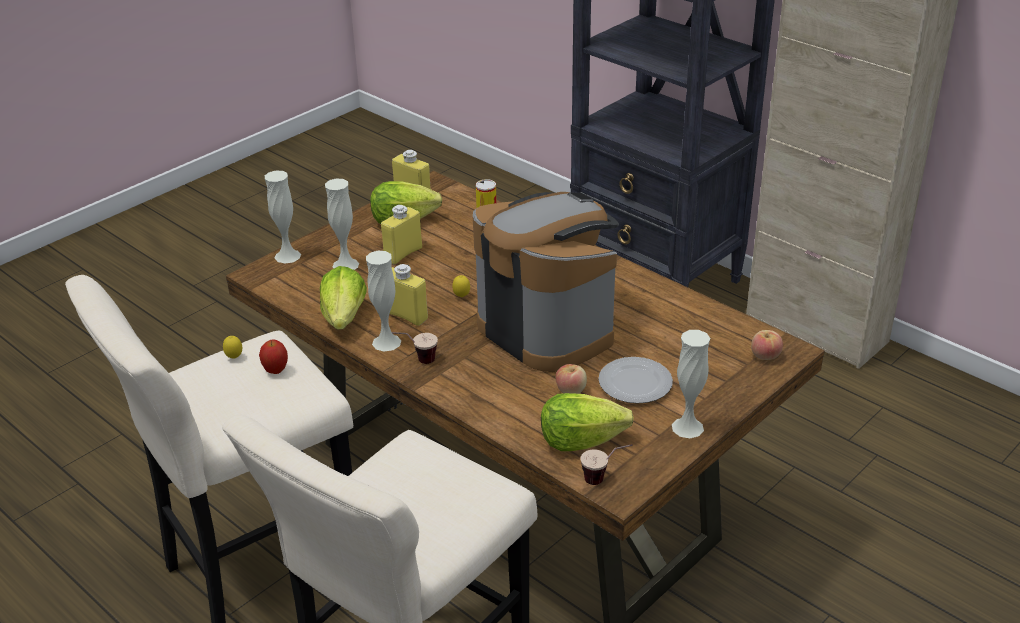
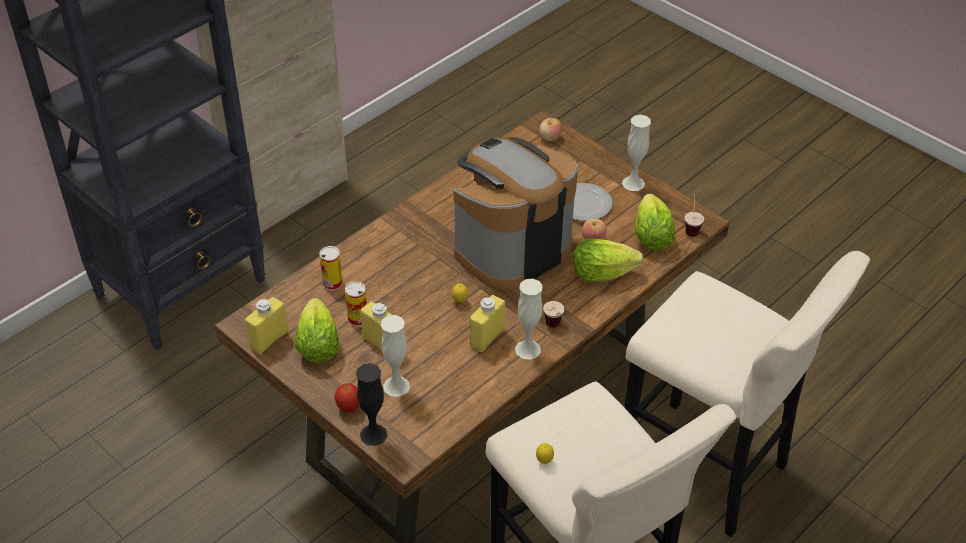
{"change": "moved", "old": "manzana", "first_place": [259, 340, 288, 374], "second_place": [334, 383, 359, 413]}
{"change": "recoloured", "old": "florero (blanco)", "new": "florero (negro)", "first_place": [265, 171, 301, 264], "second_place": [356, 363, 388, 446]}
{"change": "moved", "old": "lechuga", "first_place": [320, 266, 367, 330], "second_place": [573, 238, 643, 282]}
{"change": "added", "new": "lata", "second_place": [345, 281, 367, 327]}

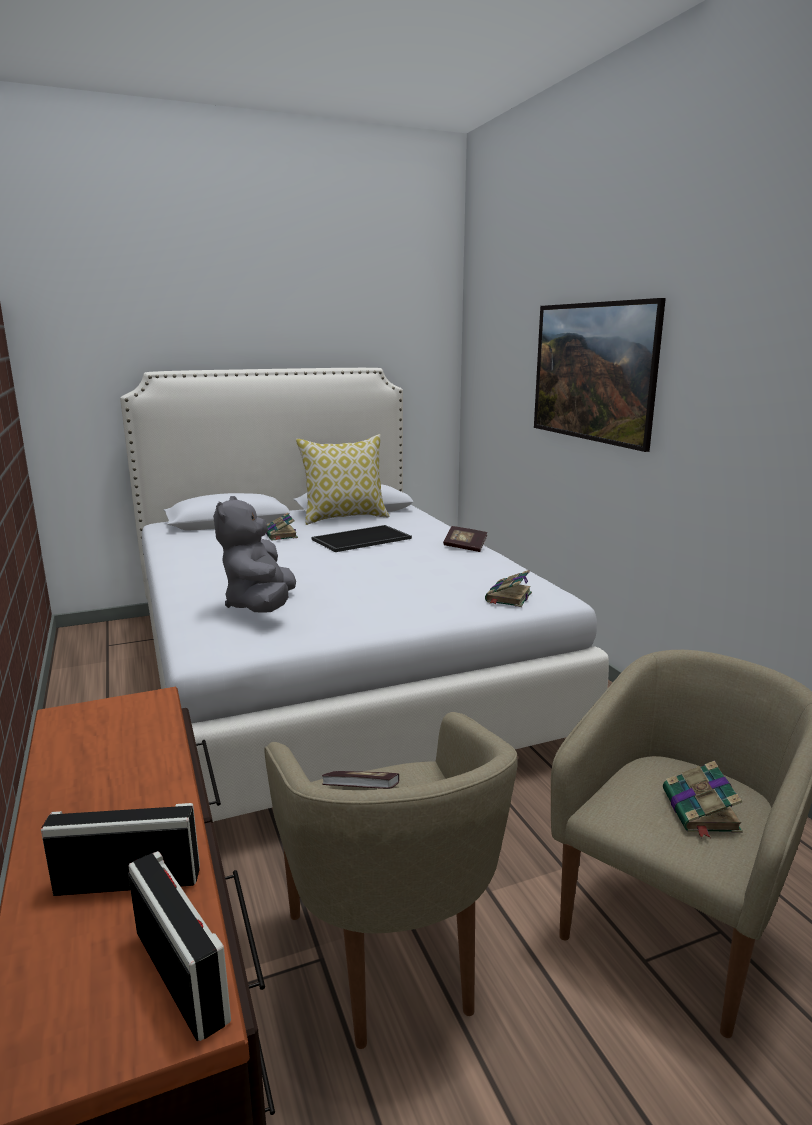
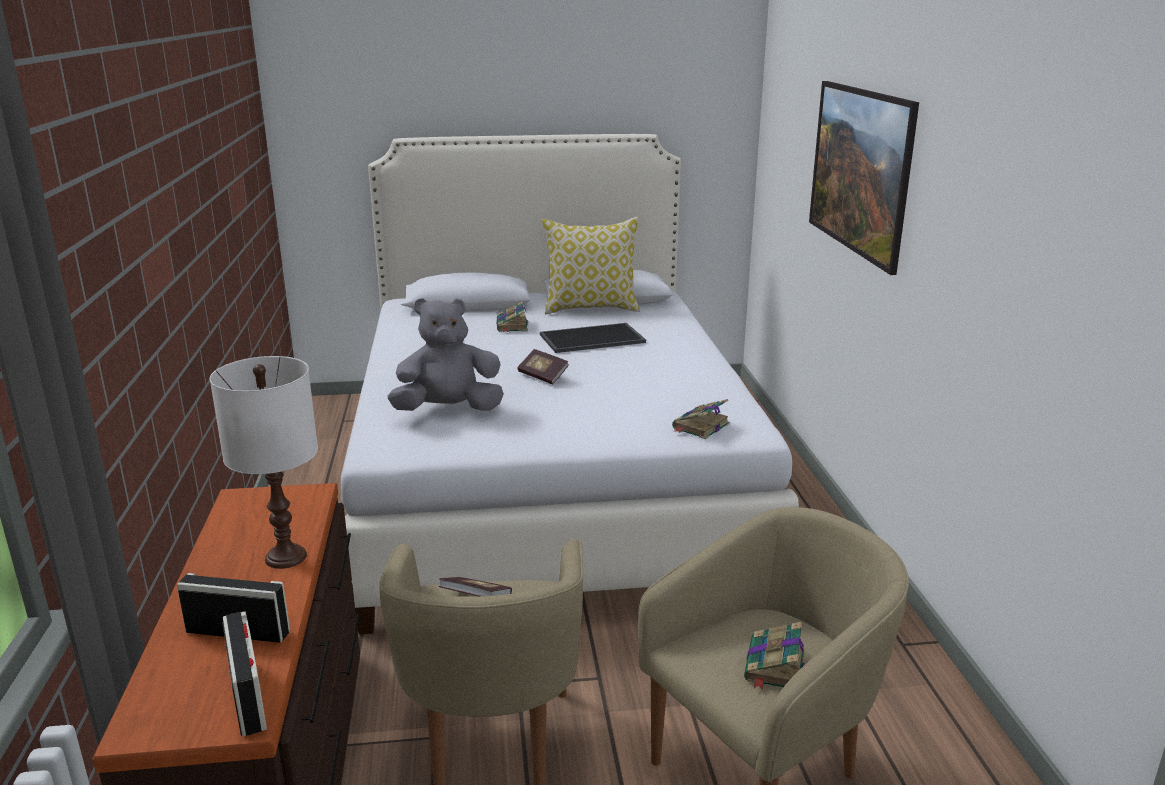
{"change": "turned", "old": "peluche (gris)", "first_place": [213, 496, 296, 613], "second_place": [388, 298, 504, 411], "degrees": 60}
{"change": "moved", "old": "libro", "first_place": [443, 526, 487, 552], "second_place": [517, 349, 569, 384]}
{"change": "added", "new": "lámpara de mesa (blanco)", "second_place": [210, 356, 318, 569]}

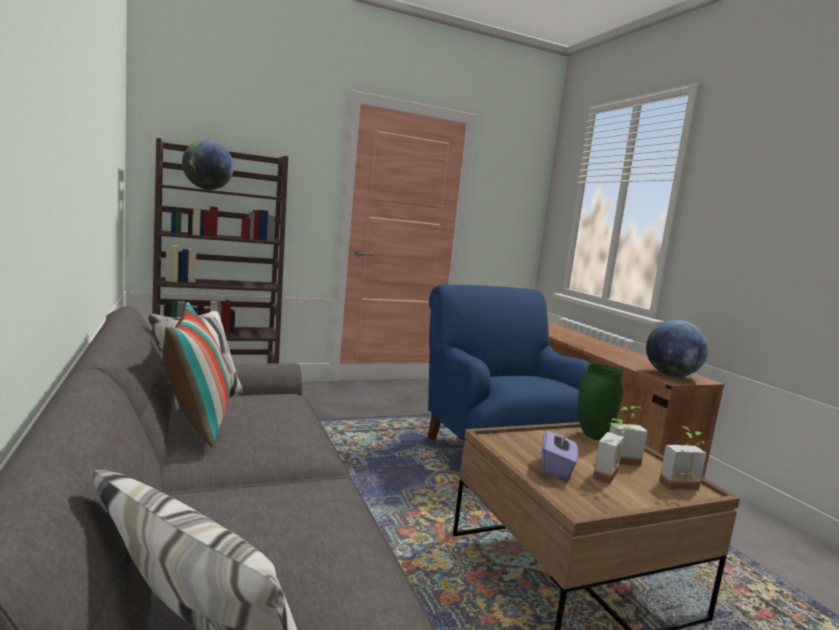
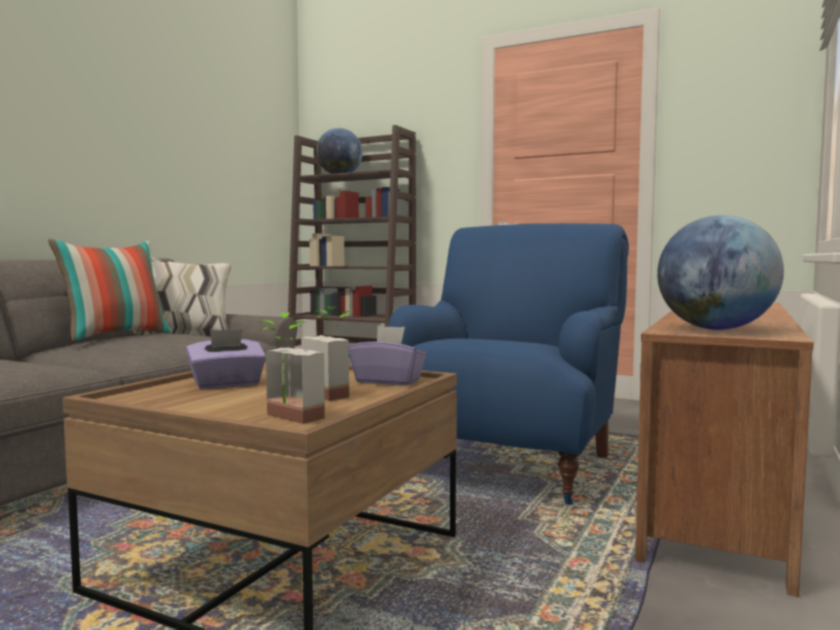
{"change": "replaced", "old": "florero (verde)", "new": "caja de pañuelos (morado)", "first_place": [578, 364, 624, 440], "second_place": [349, 326, 427, 386]}
{"change": "removed", "old": "planta en maceta", "first_place": [593, 419, 637, 484]}

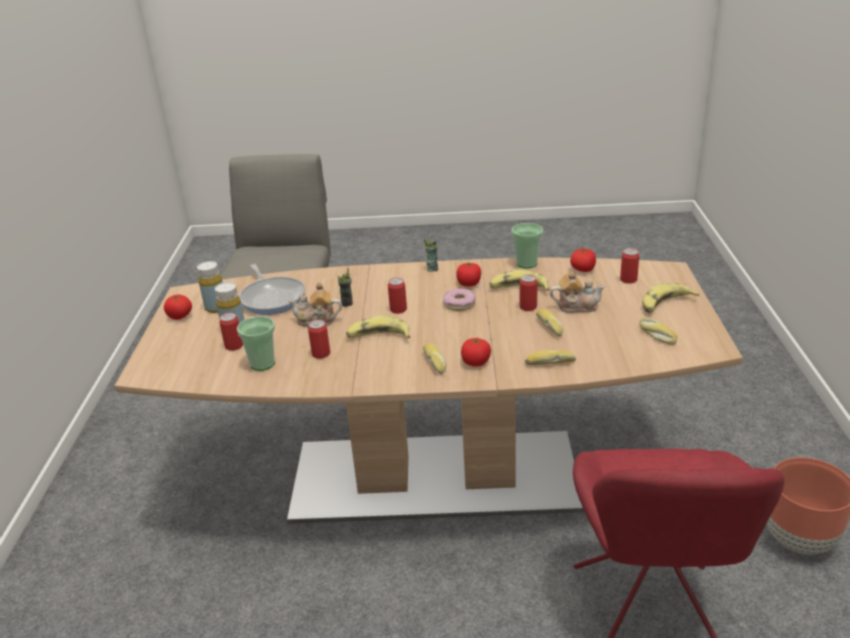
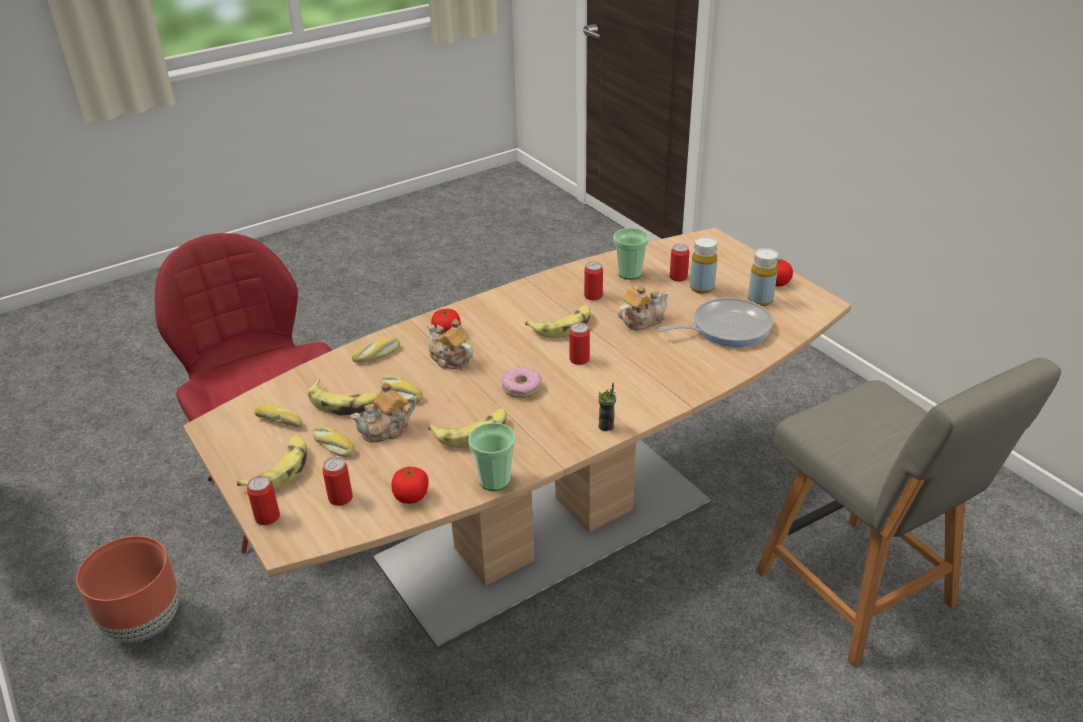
{"change": "turned", "old": "sartén", "first_place": [239, 264, 305, 315], "second_place": [658, 298, 773, 347], "degrees": 135}
{"change": "removed", "old": "taza", "first_place": [338, 268, 353, 307]}
{"change": "moved", "old": "pan", "first_place": [423, 343, 446, 374], "second_place": [313, 425, 355, 457]}
{"change": "removed", "old": "tomate", "first_place": [456, 262, 481, 287]}
{"change": "moved", "old": "lata", "first_place": [520, 274, 537, 311], "second_place": [247, 475, 280, 525]}
{"change": "added", "new": "plátano", "second_place": [308, 379, 378, 416]}
{"change": "added", "new": "tetera", "second_place": [427, 319, 473, 369]}

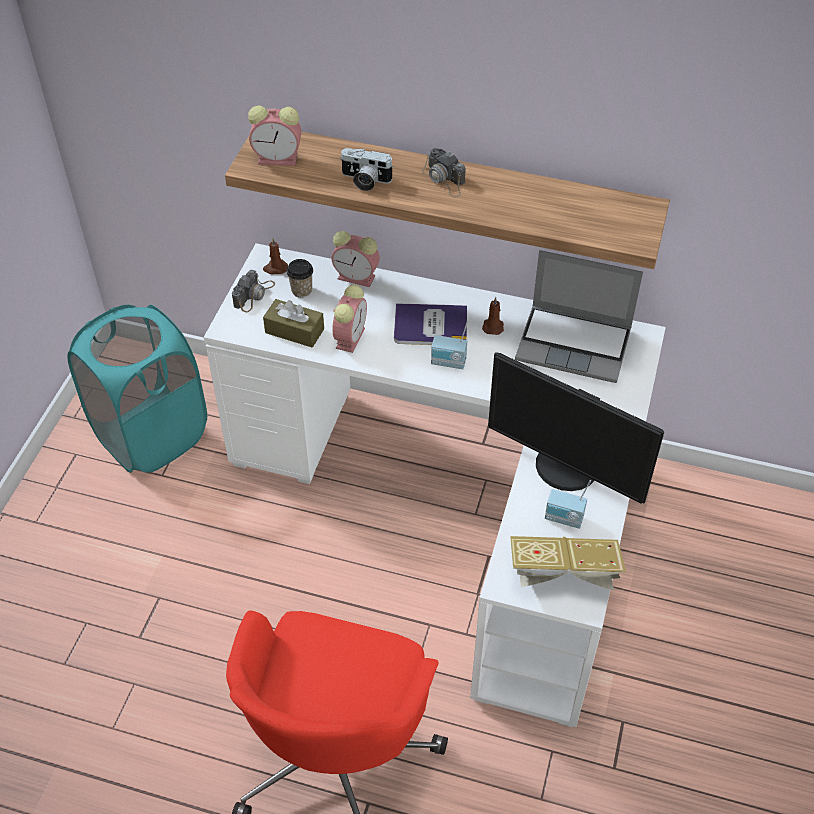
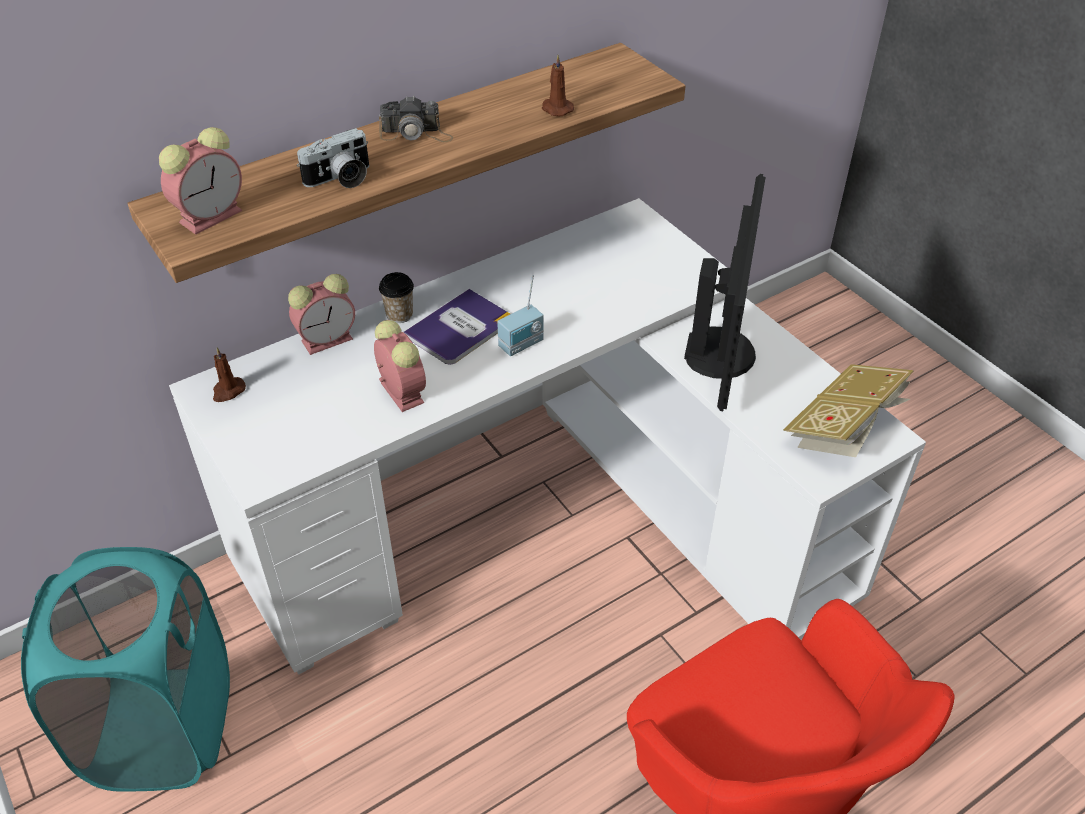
{"change": "removed", "old": "cámara", "first_place": [232, 270, 275, 312]}
{"change": "removed", "old": "caja de pañuelos (marrón)", "first_place": [263, 299, 324, 348]}
{"change": "moved", "old": "taza", "first_place": [287, 259, 313, 298], "second_place": [379, 272, 414, 323]}
{"change": "moved", "old": "vela (marrón)", "first_place": [482, 297, 504, 335], "second_place": [542, 55, 574, 116]}
{"change": "turned", "old": "monitor", "first_place": [488, 352, 664, 504], "second_place": [684, 174, 766, 411], "degrees": -60}
{"change": "removed", "old": "portátil", "first_place": [515, 250, 643, 383]}
{"change": "removed", "old": "radio", "first_place": [545, 480, 591, 529]}

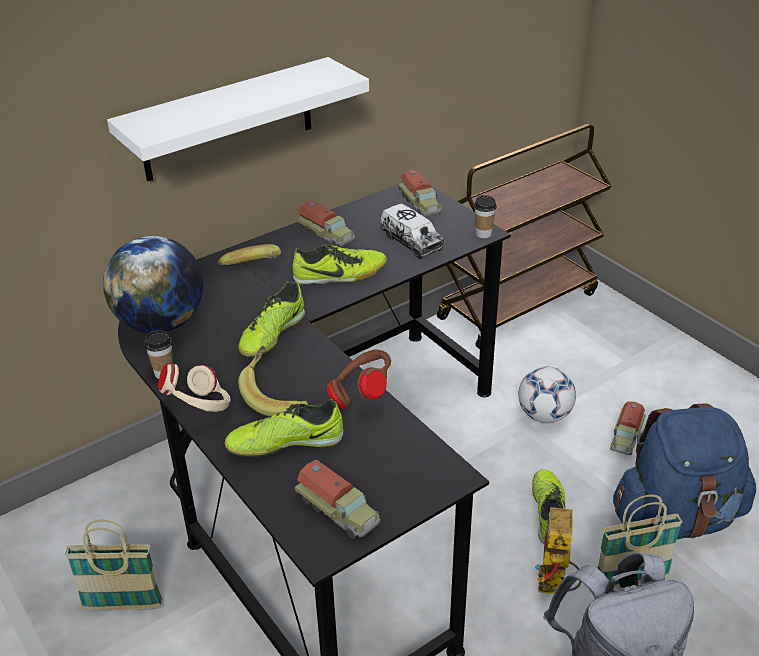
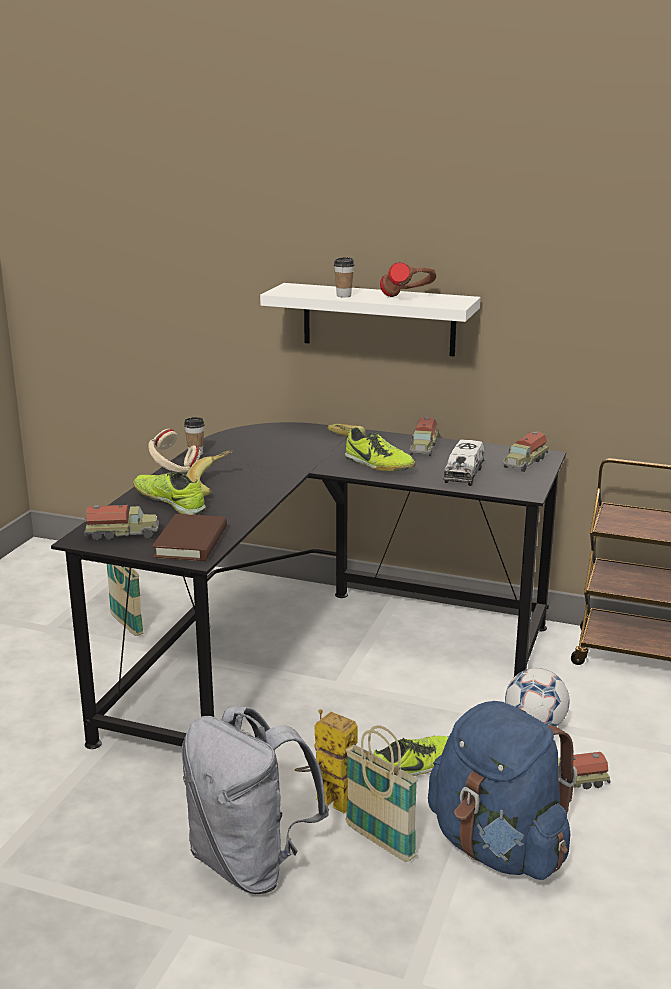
{"change": "removed", "old": "globo terráqueo", "first_place": [103, 236, 203, 333]}
{"change": "removed", "old": "zapato", "first_place": [238, 281, 305, 357]}
{"change": "turned", "old": "camión de juguete", "first_place": [295, 459, 380, 539], "second_place": [84, 505, 159, 540], "degrees": -105}
{"change": "moved", "old": "auriculares (marrón)", "first_place": [326, 349, 391, 409], "second_place": [380, 262, 436, 297]}
{"change": "moved", "old": "taza", "first_place": [474, 195, 497, 238], "second_place": [334, 257, 354, 297]}
{"change": "turned", "old": "robot de juguete", "first_place": [535, 507, 581, 594], "second_place": [295, 709, 358, 814], "degrees": 60}
{"change": "added", "new": "libro (marrón)", "second_place": [152, 514, 227, 561]}

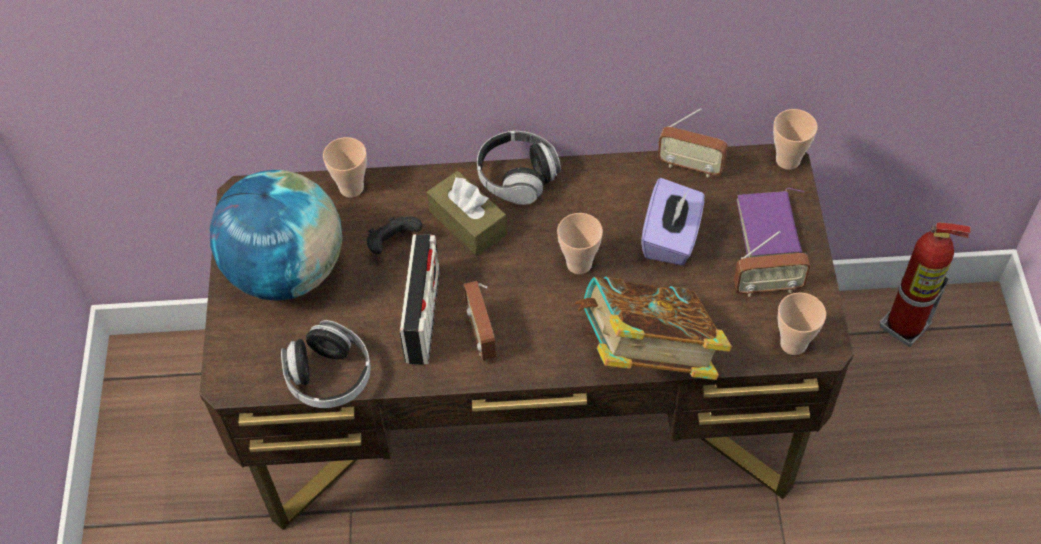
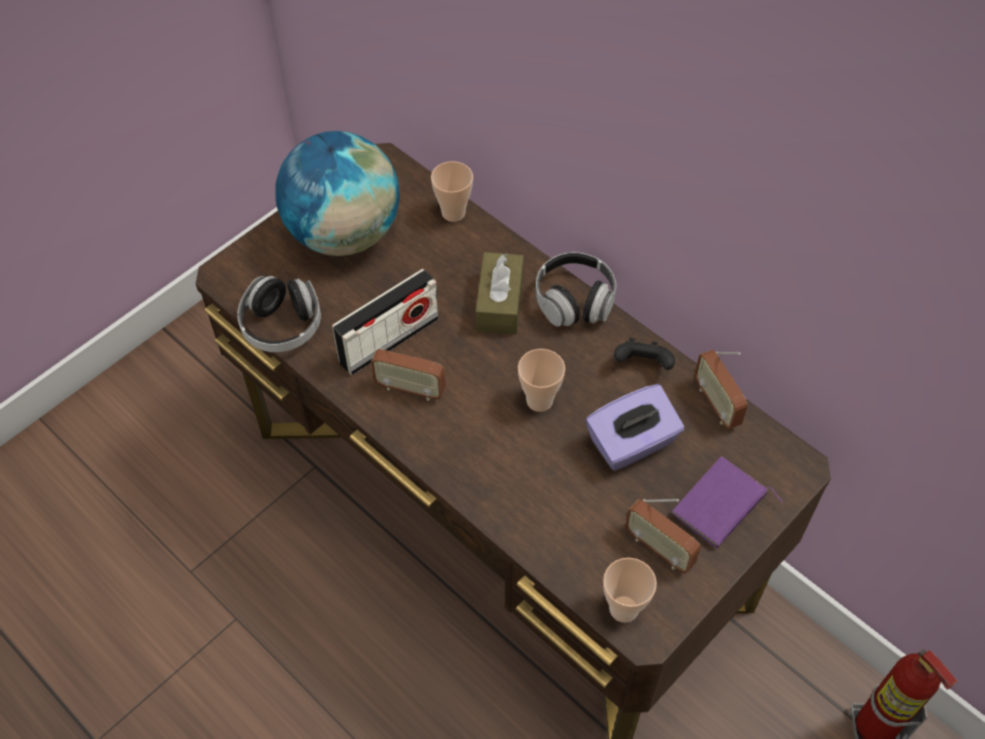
{"change": "moved", "old": "mando de consola (negro)", "first_place": [367, 217, 422, 254], "second_place": [614, 338, 675, 370]}
{"change": "turned", "old": "radio", "first_place": [464, 281, 496, 361], "second_place": [371, 332, 445, 401], "degrees": -105}
{"change": "removed", "old": "libro", "first_place": [575, 276, 732, 380]}
{"change": "removed", "old": "taza", "first_place": [773, 109, 817, 170]}

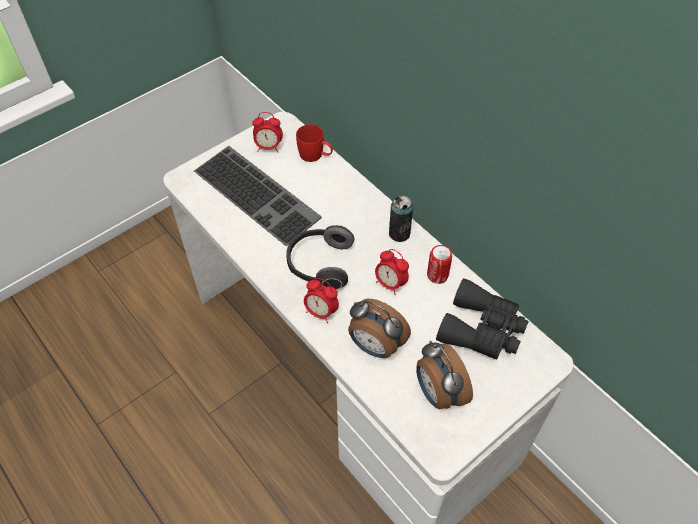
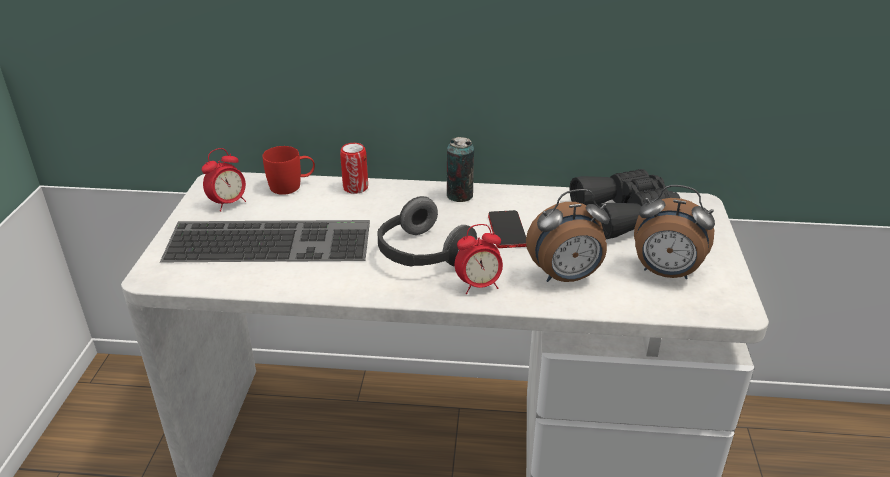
{"change": "replaced", "old": "despertador", "new": "móvil", "first_place": [375, 249, 409, 295], "second_place": [488, 210, 526, 248]}
{"change": "moved", "old": "lata", "first_place": [427, 245, 452, 284], "second_place": [340, 143, 368, 194]}

